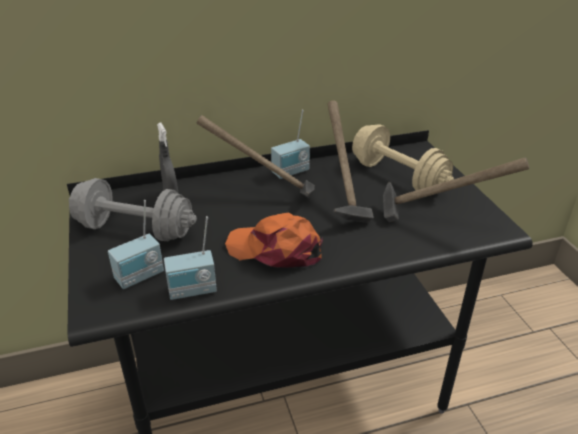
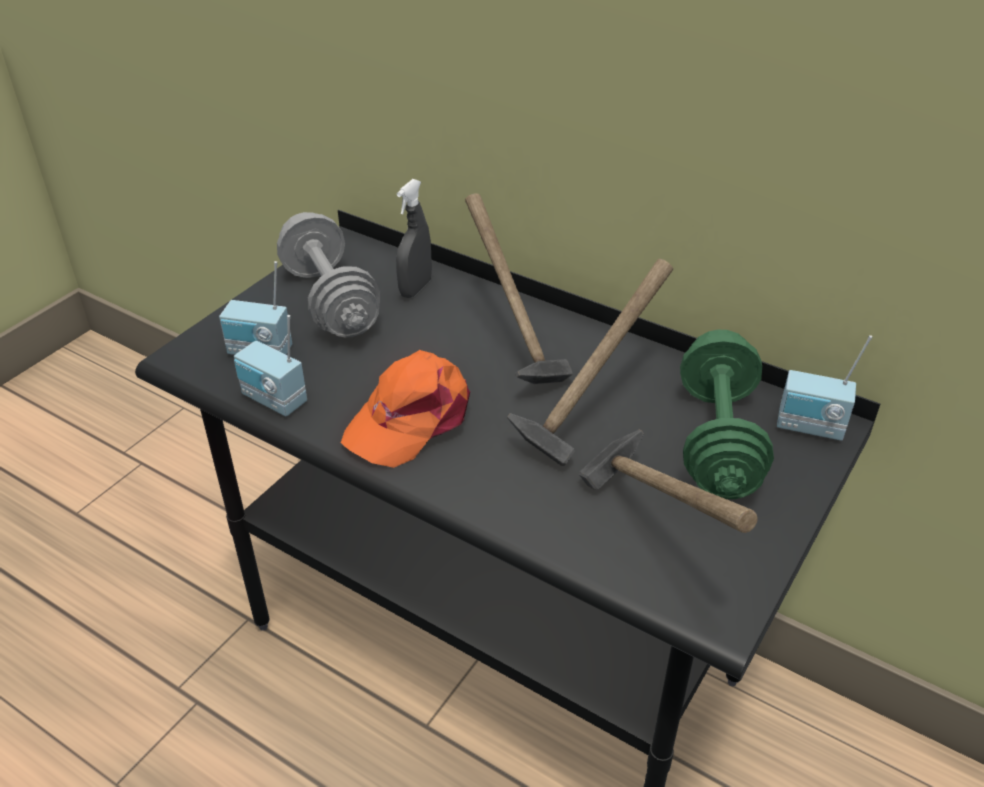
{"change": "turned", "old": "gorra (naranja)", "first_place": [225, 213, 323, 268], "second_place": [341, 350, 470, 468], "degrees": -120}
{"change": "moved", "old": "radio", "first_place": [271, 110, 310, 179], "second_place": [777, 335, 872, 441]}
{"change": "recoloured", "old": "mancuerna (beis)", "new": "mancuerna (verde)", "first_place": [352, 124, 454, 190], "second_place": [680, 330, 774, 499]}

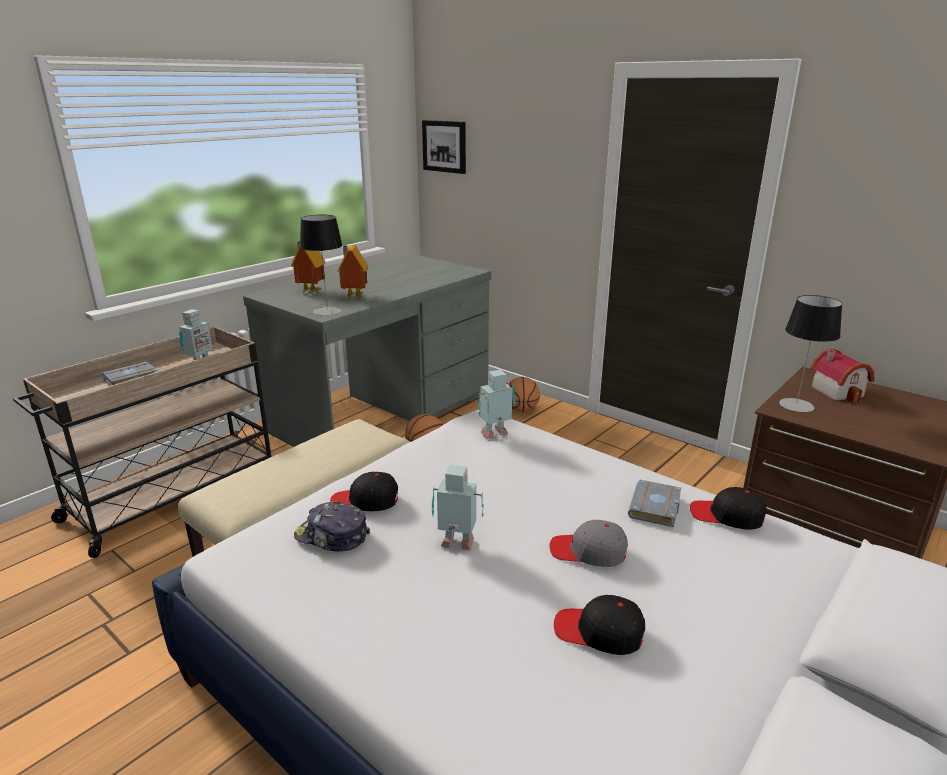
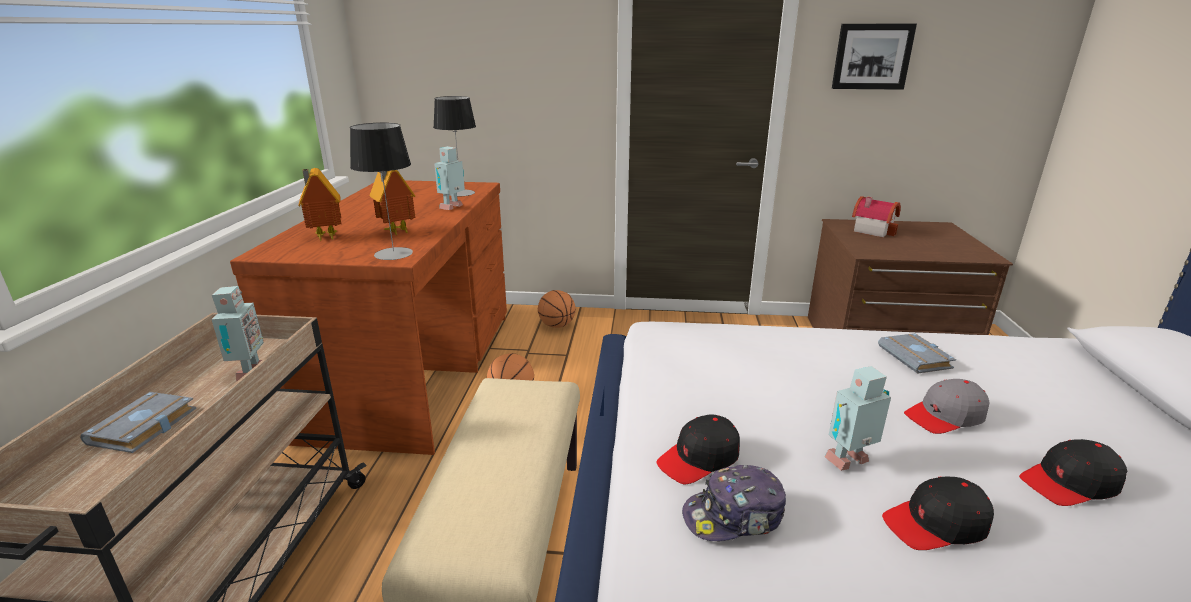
{"change": "recoloured", "old": "escritorio (gris)", "new": "escritorio (marrón)", "first_place": [243, 254, 492, 447], "second_place": [230, 180, 507, 455]}
{"change": "moved", "old": "cuadro", "first_place": [422, 120, 466, 174], "second_place": [832, 24, 917, 90]}
{"change": "moved", "old": "robot de juguete", "first_place": [478, 369, 516, 439], "second_place": [434, 146, 465, 210]}
{"change": "moved", "old": "gorra (negro)", "first_place": [690, 487, 767, 530], "second_place": [882, 476, 994, 550]}
{"change": "moved", "old": "lámpara de mesa", "first_place": [779, 295, 842, 412], "second_place": [433, 96, 476, 197]}

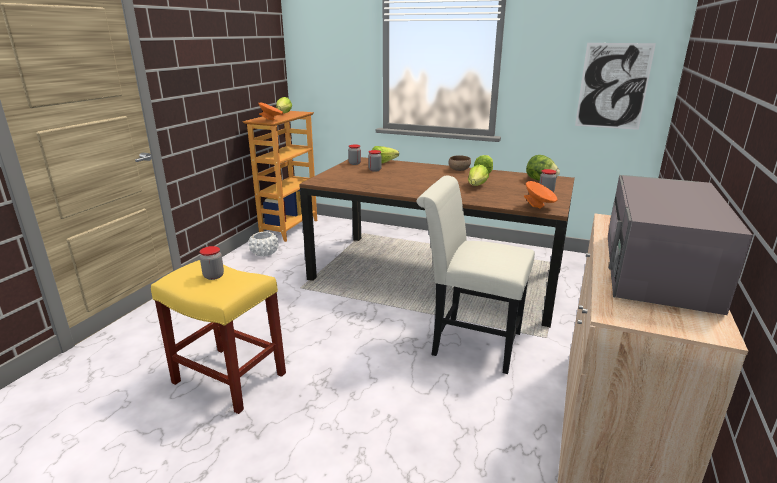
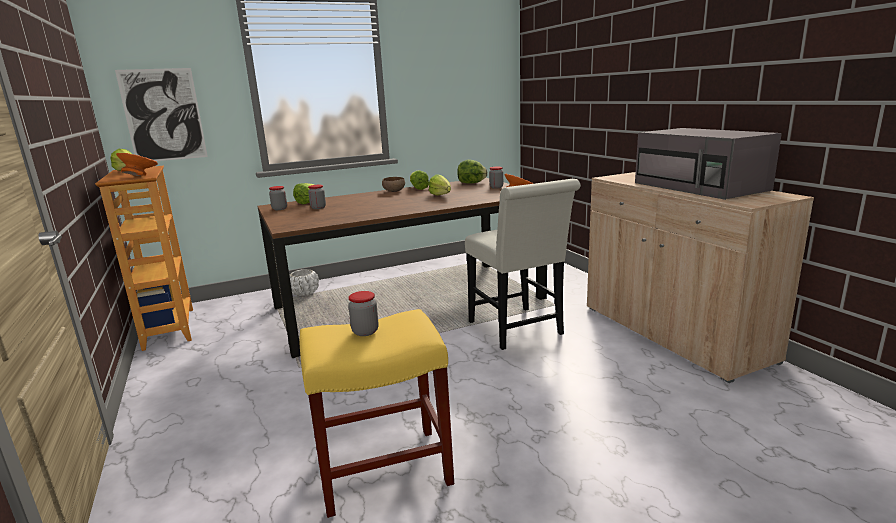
{"change": "moved", "old": "maceta (blanco)", "first_place": [248, 231, 279, 256], "second_place": [289, 269, 319, 296]}
{"change": "turned", "old": "silla (blanco)", "first_place": [417, 176, 535, 374], "second_place": [465, 179, 581, 350], "degrees": -90}
{"change": "moved", "old": "cuadro", "first_place": [575, 43, 656, 130], "second_place": [115, 68, 208, 161]}

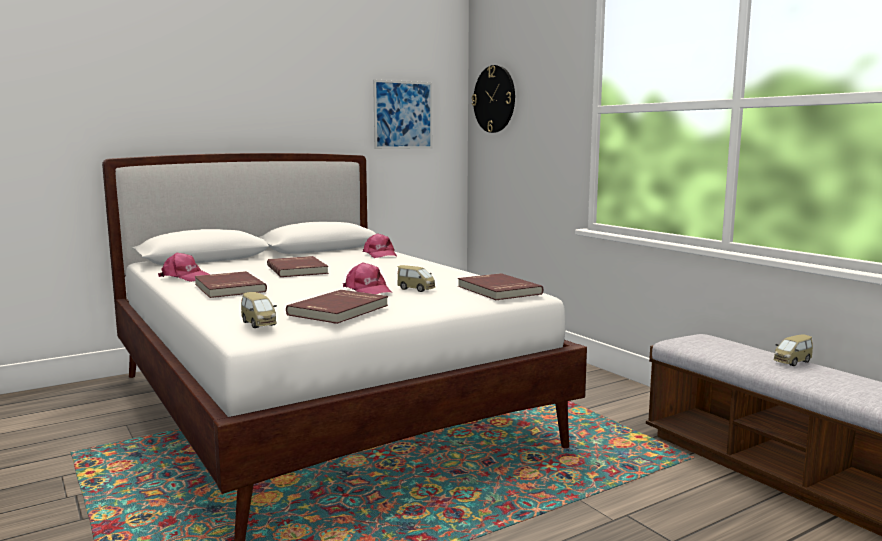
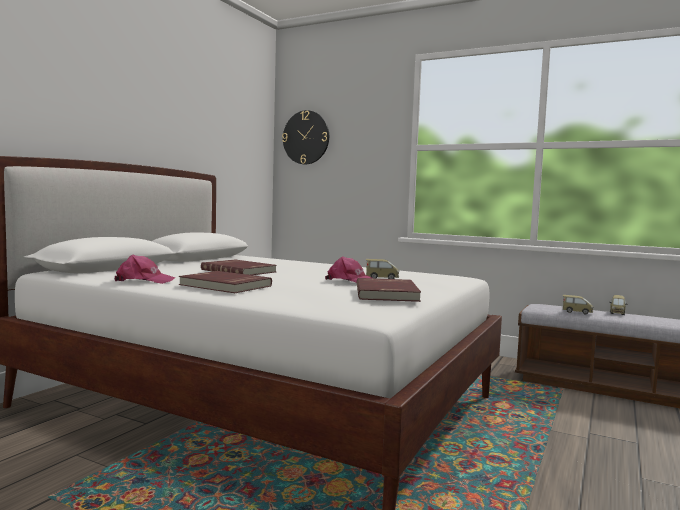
{"change": "moved", "old": "coche de juguete", "first_place": [241, 292, 277, 328], "second_place": [563, 295, 593, 314]}
{"change": "removed", "old": "gorra (rosa)", "first_place": [363, 233, 397, 258]}
{"change": "removed", "old": "cuadro", "first_place": [373, 80, 432, 149]}
{"change": "removed", "old": "libro (rojo)", "first_place": [458, 273, 543, 300]}

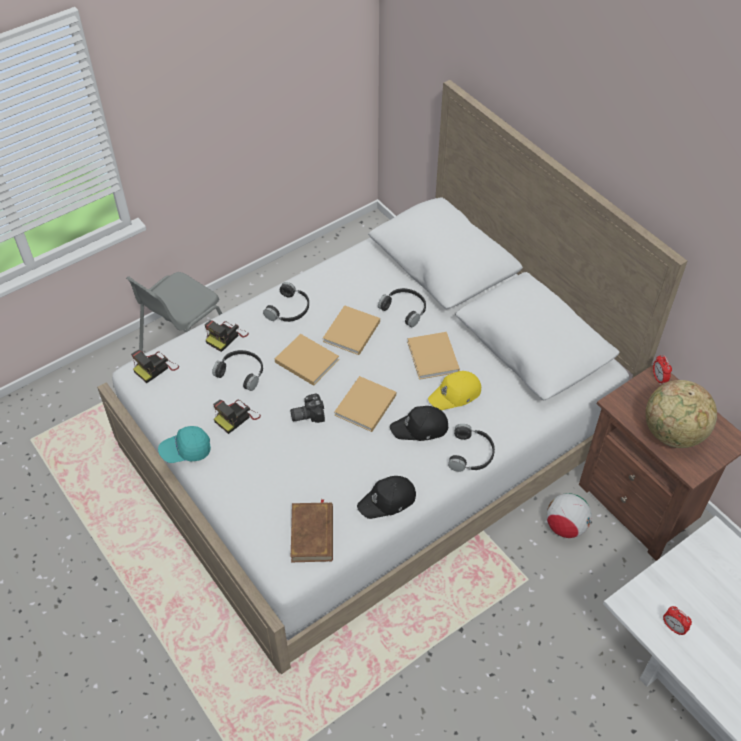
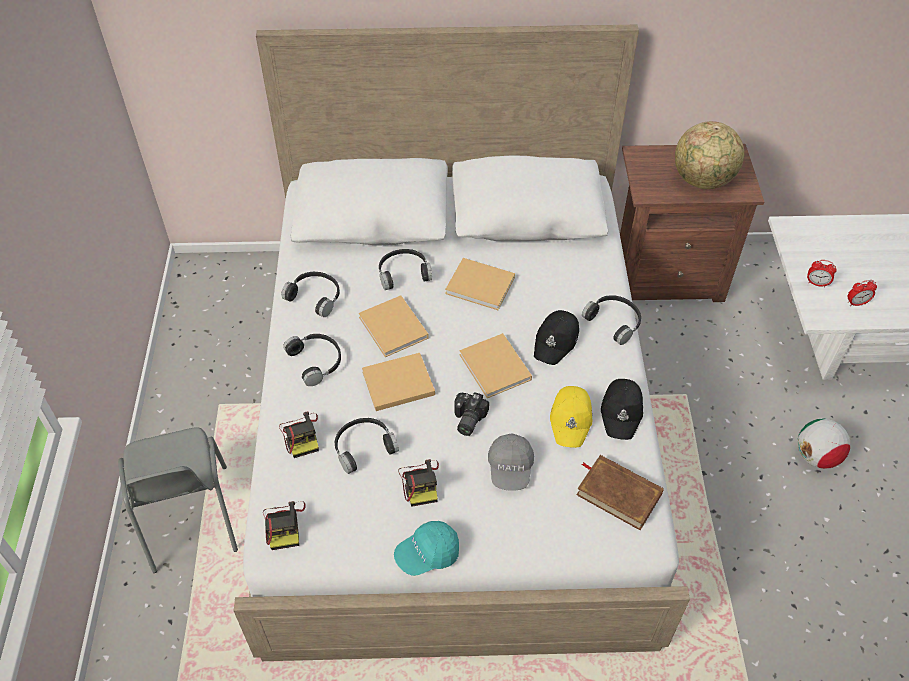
{"change": "turned", "old": "gorra (turquesa)", "first_place": [158, 426, 211, 463], "second_place": [394, 521, 459, 576], "degrees": 45}
{"change": "moved", "old": "gorra (amarillo)", "first_place": [428, 371, 481, 410], "second_place": [550, 386, 592, 448]}
{"change": "moved", "old": "balón de fútbol", "first_place": [546, 493, 592, 538], "second_place": [797, 419, 850, 469]}
{"change": "moved", "old": "despertador", "first_place": [653, 354, 672, 385], "second_place": [807, 260, 837, 287]}
{"change": "added", "new": "auriculares (negro)", "second_place": [281, 272, 340, 317]}
{"change": "added", "new": "gorra (gris)", "second_place": [488, 433, 534, 491]}

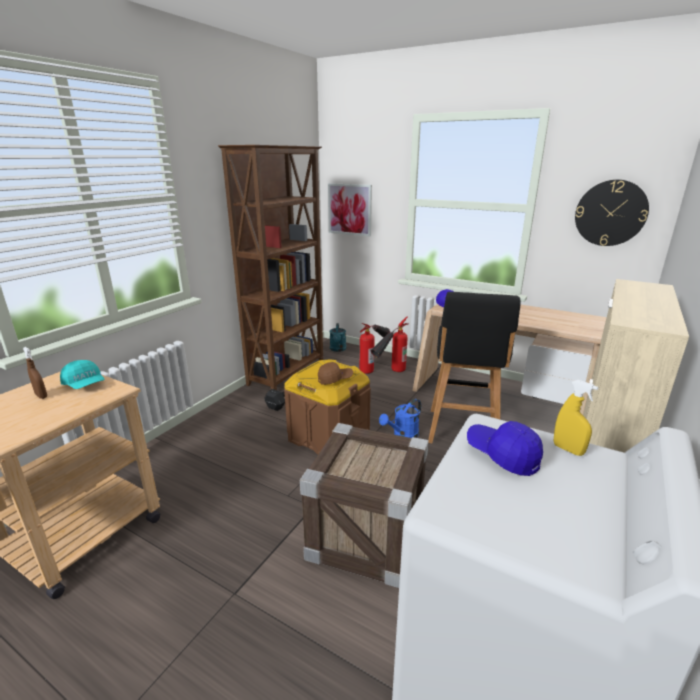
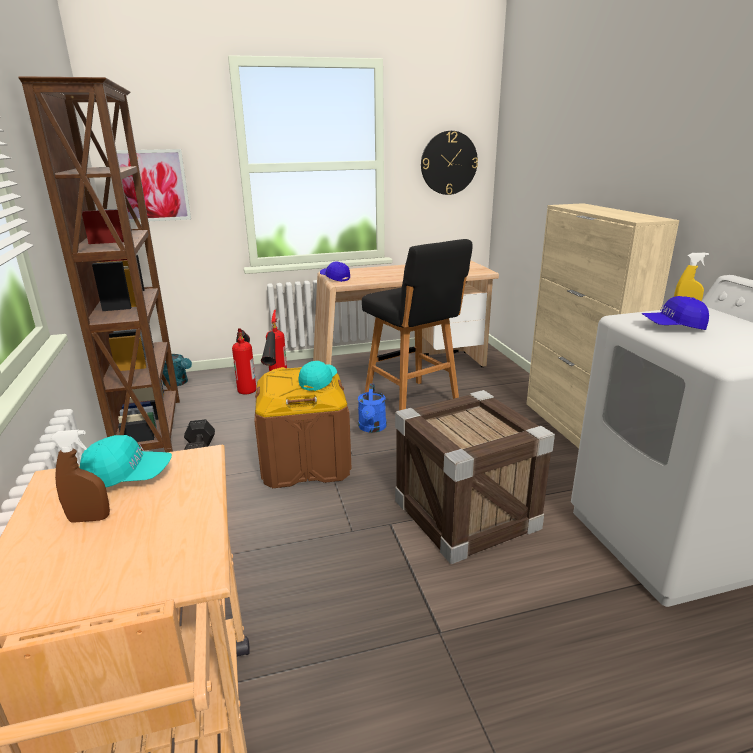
{"change": "recoloured", "old": "gorra (marrón)", "new": "gorra (turquesa)", "first_place": [318, 362, 353, 385], "second_place": [299, 361, 337, 391]}

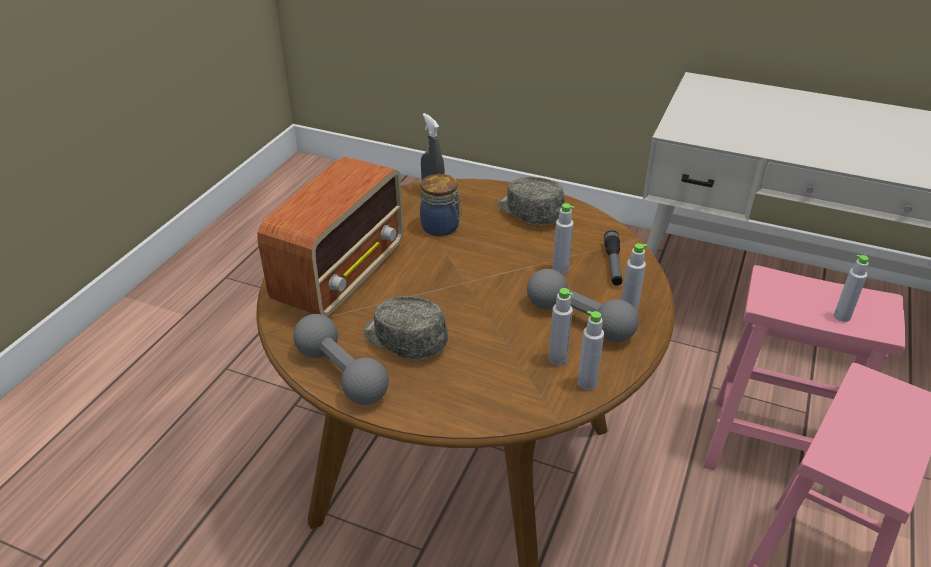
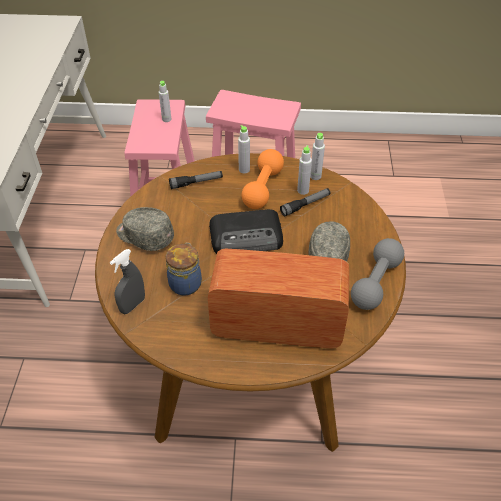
{"change": "turned", "old": "gorra (gris)", "first_place": [498, 177, 565, 225], "second_place": [116, 207, 174, 251], "degrees": 90}
{"change": "recoloured", "old": "mancuerna (gris)", "new": "mancuerna (naranja)", "first_place": [527, 269, 639, 342], "second_place": [241, 149, 284, 209]}
{"change": "removed", "old": "botella (gris)", "first_place": [552, 203, 574, 275]}
{"change": "added", "new": "radio", "second_place": [209, 209, 283, 254]}
{"change": "added", "new": "linterna", "second_place": [280, 188, 331, 216]}

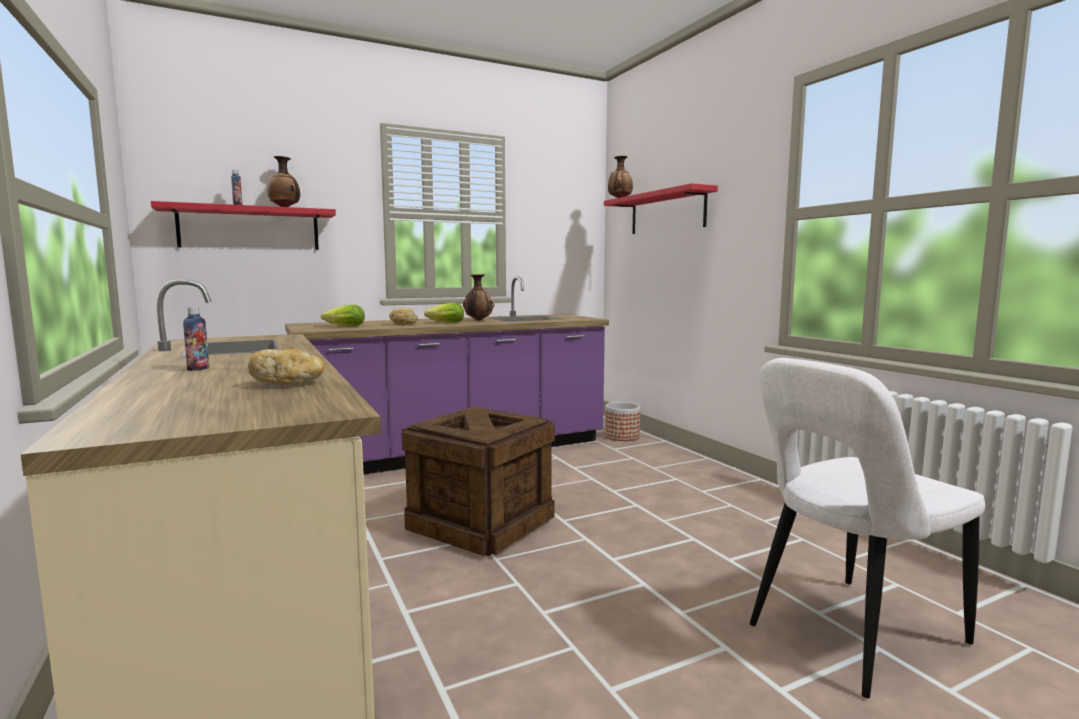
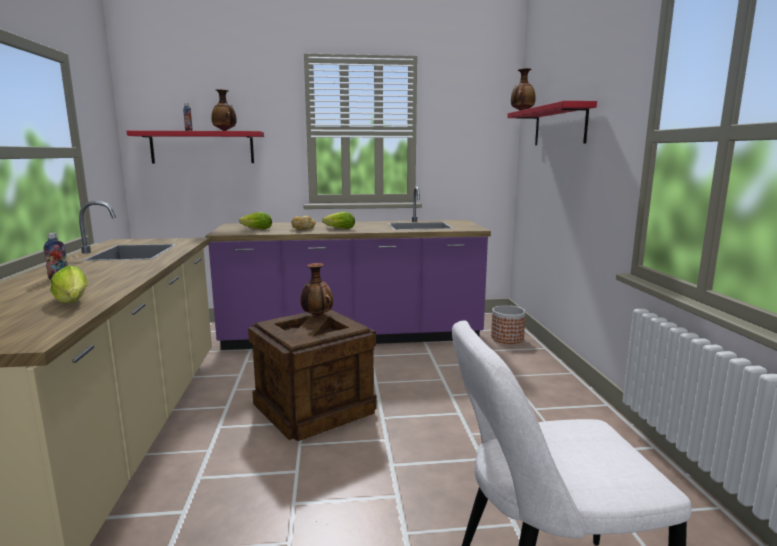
{"change": "replaced", "old": "pan", "new": "lechuga", "first_place": [248, 349, 324, 385], "second_place": [50, 266, 87, 303]}
{"change": "moved", "old": "florero", "first_place": [463, 274, 494, 321], "second_place": [301, 263, 333, 316]}

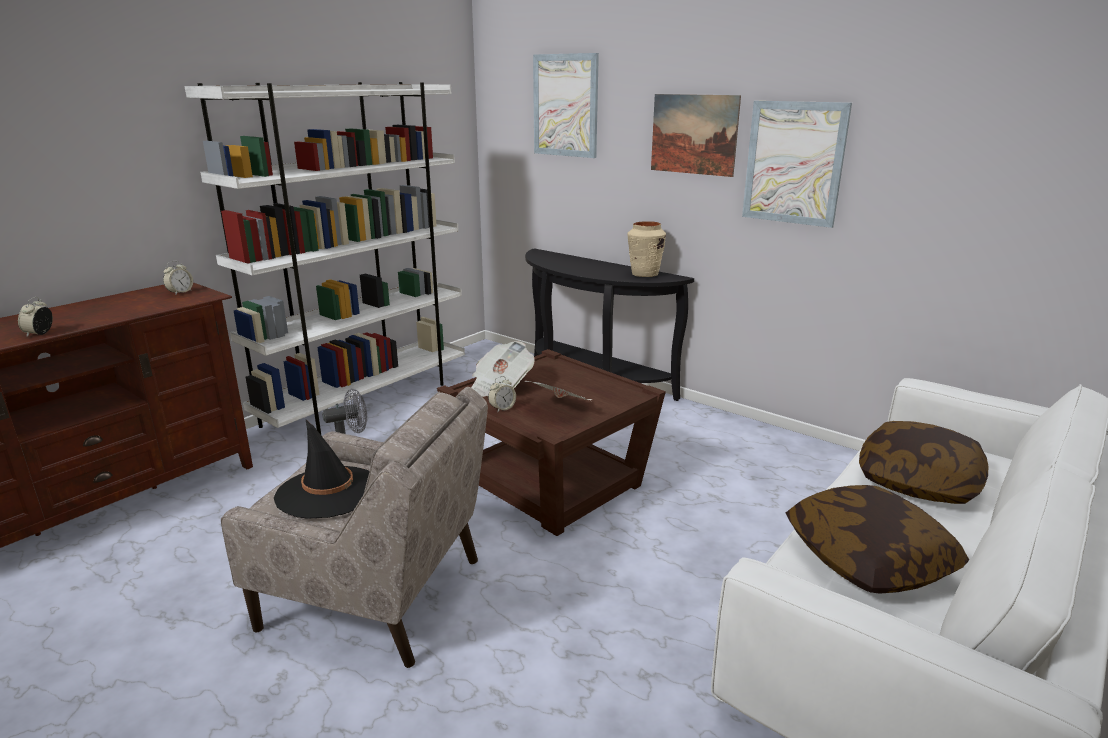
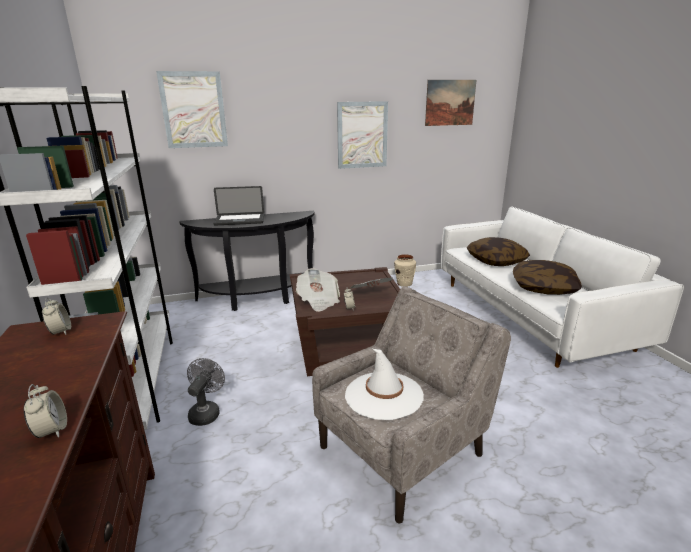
{"change": "turned", "old": "despertador", "first_place": [18, 297, 53, 337], "second_place": [24, 384, 67, 438], "degrees": -150}
{"change": "recoloured", "old": "sombrero (negro)", "new": "sombrero (blanco)", "first_place": [274, 419, 370, 519], "second_place": [345, 349, 424, 420]}
{"change": "moved", "old": "florero (beis)", "first_place": [627, 221, 666, 277], "second_place": [394, 254, 416, 287]}
{"change": "moved", "old": "cuadro", "first_place": [651, 94, 741, 177], "second_place": [425, 80, 476, 126]}
{"change": "added", "new": "portátil", "second_place": [214, 186, 264, 225]}

